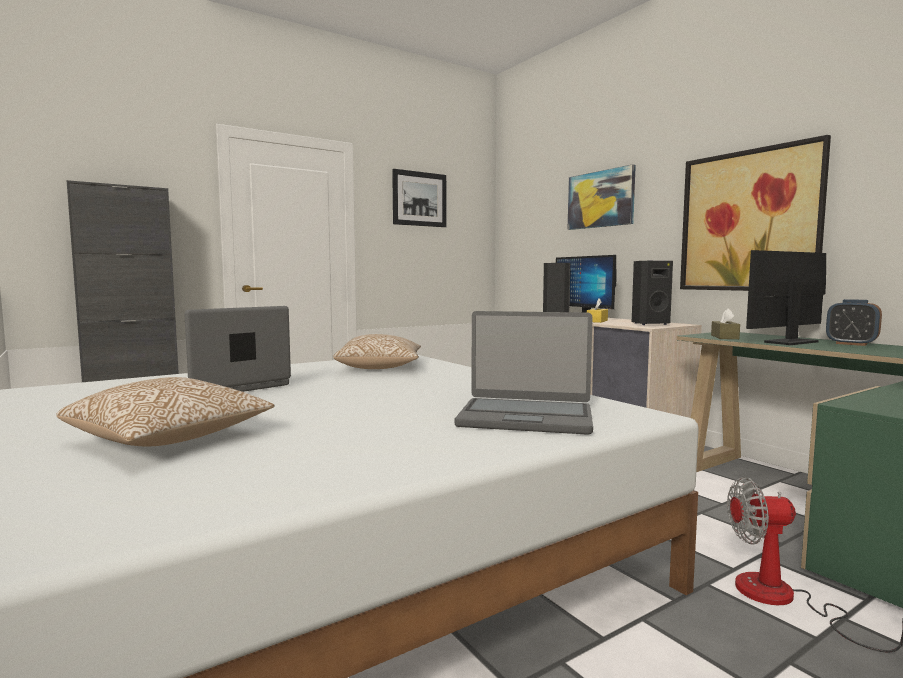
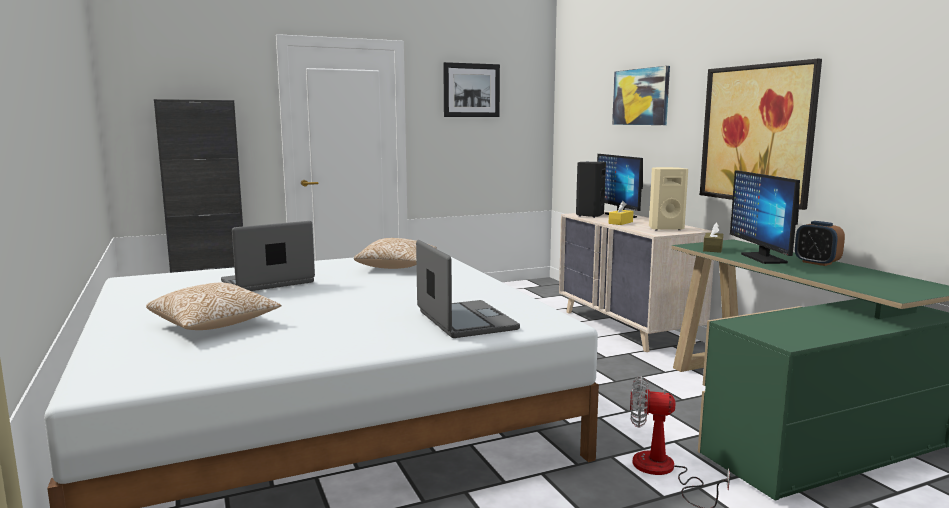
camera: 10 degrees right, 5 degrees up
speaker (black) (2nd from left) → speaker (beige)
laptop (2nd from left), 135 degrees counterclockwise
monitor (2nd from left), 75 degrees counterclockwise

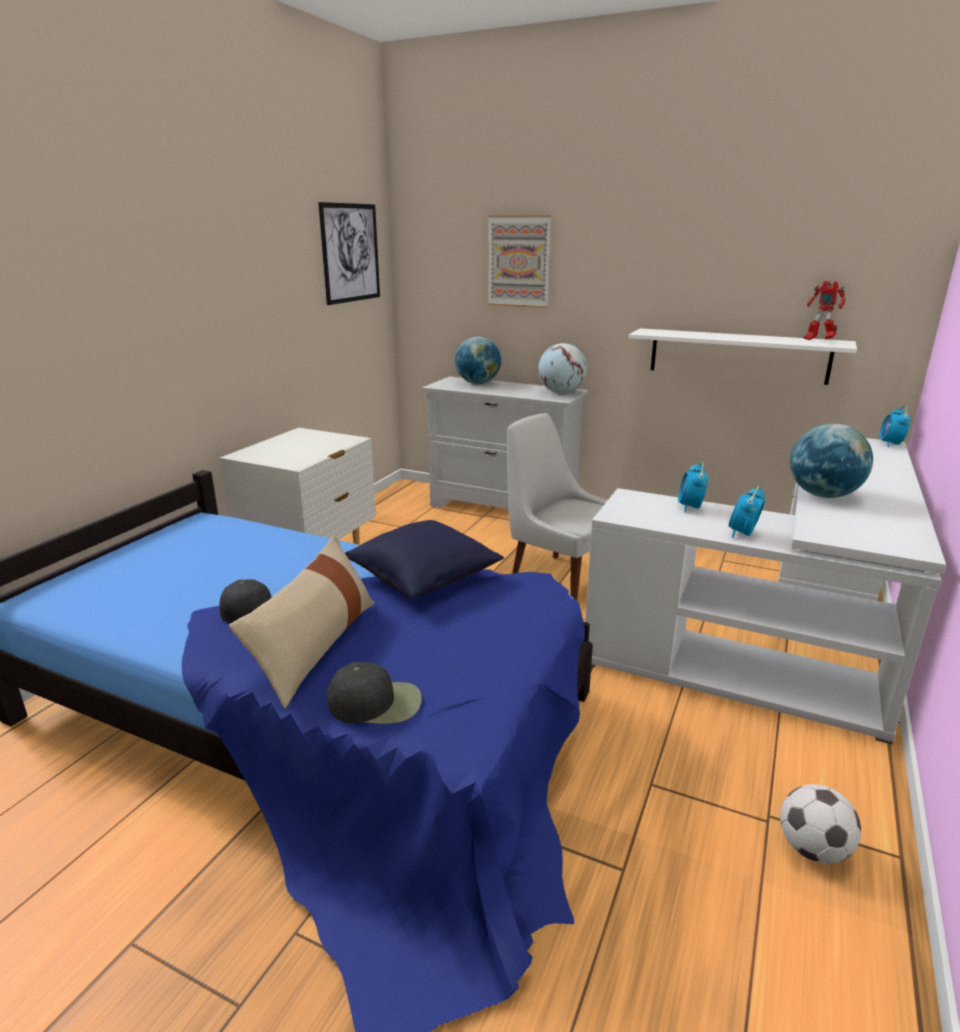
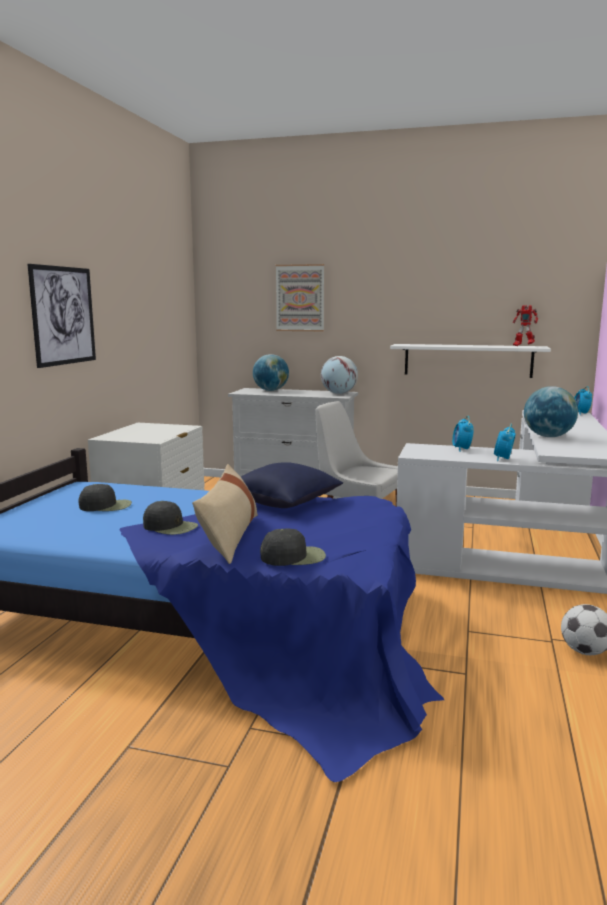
camera: 10 degrees left, 10 degrees down
- → cap (black) (1st from left)
picture (1st from left), move

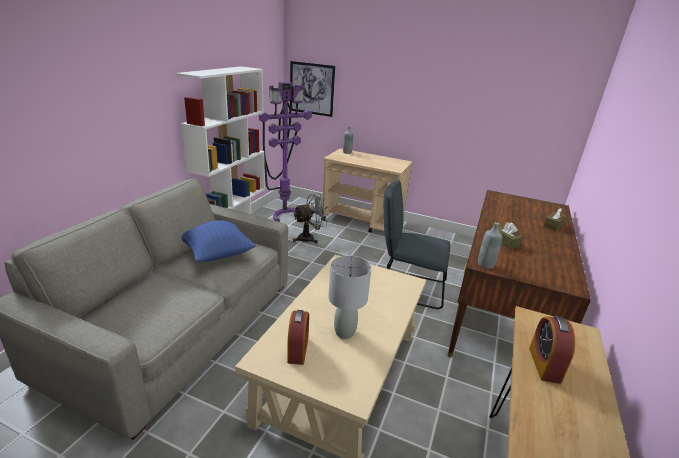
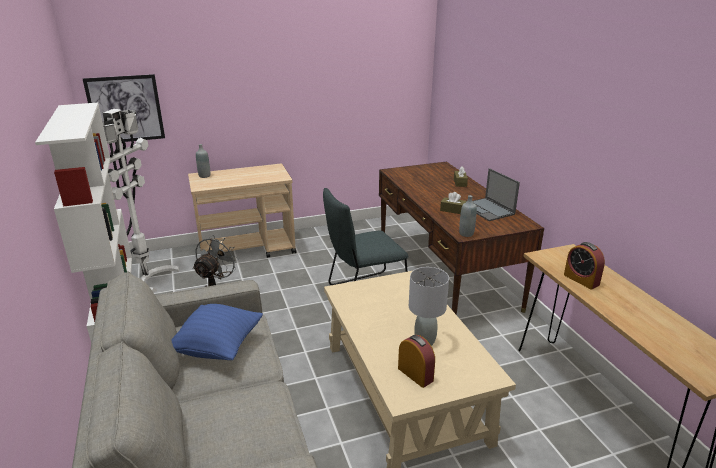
camera: 40 degrees left, 0 degrees up
- → laptop
floor lamp (purple) → floor lamp (white)

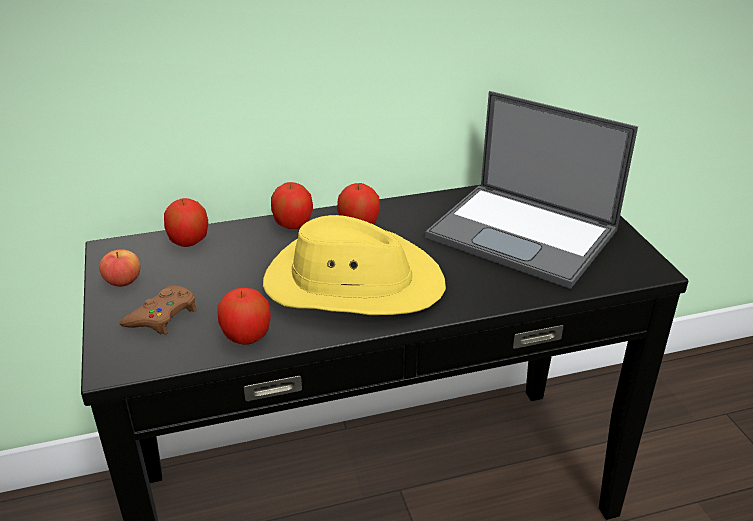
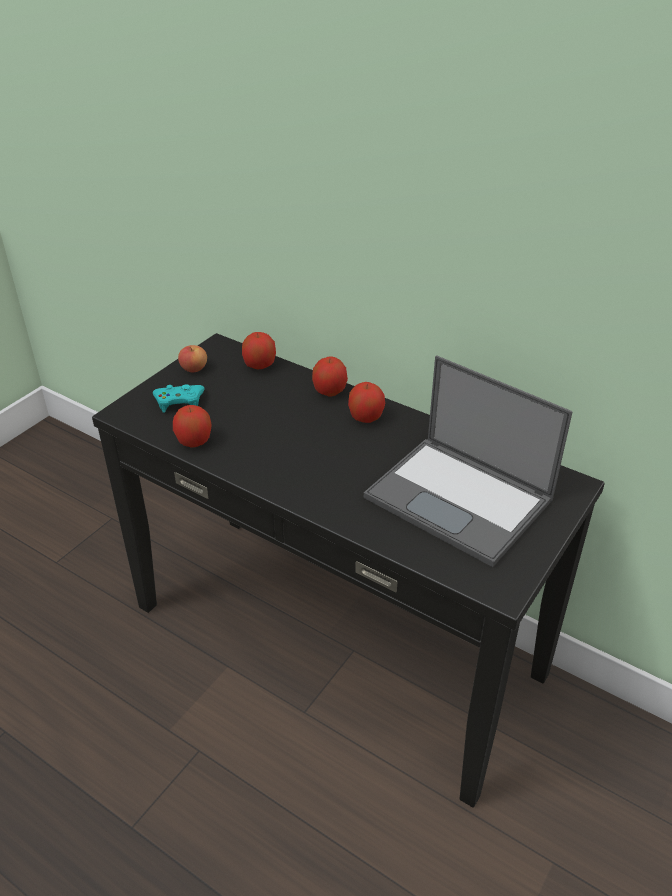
camera: 50 degrees right, 5 degrees up
hat (yellow) → -
game controller (brown) → game controller (turquoise)
laptop, 45 degrees counterclockwise

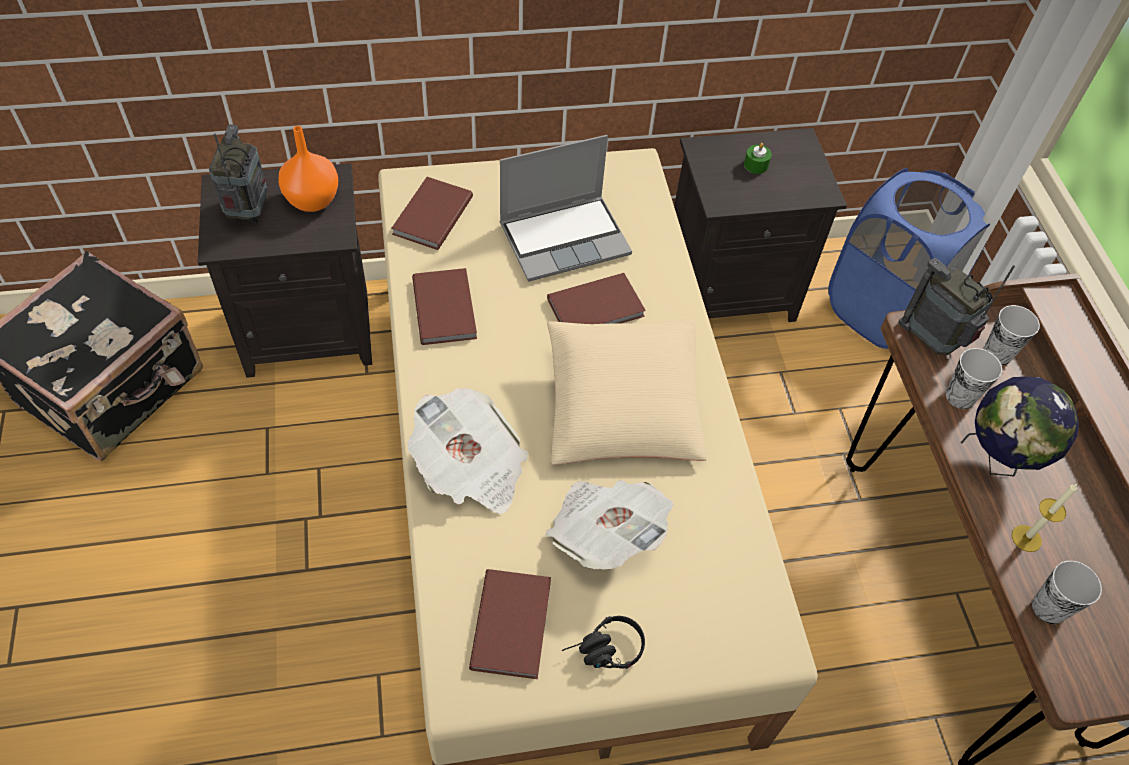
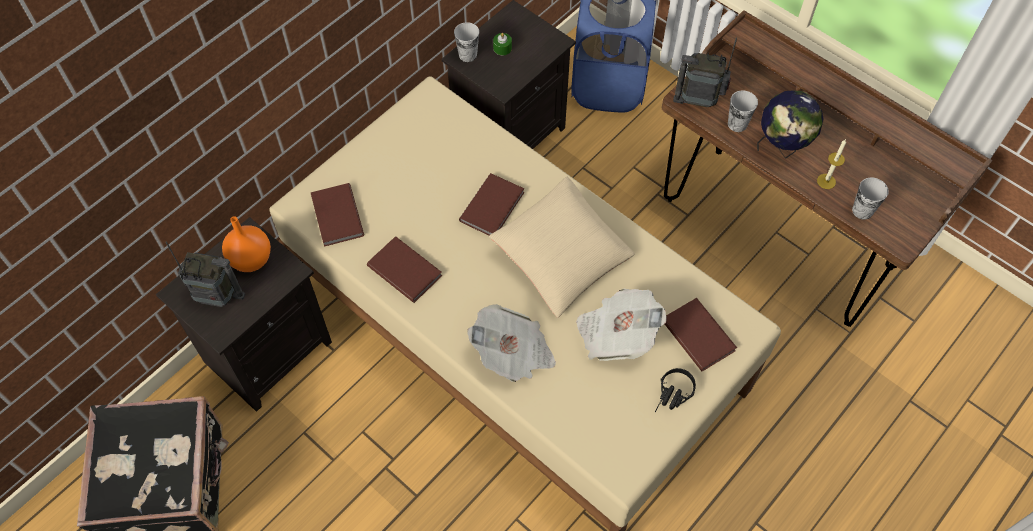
camera: 35 degrees left, 5 degrees up
laptop → -
book (brown) (3rd from left in the first image) → book (brown) (4th from left), move
cup (2nd from left in the first image) → cup (1st from left), move
radio (1st from left), 135 degrees clockwise

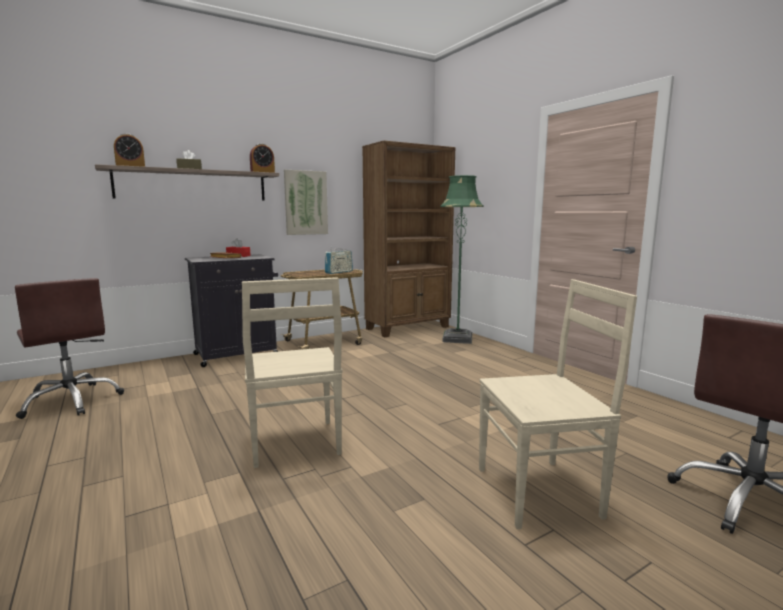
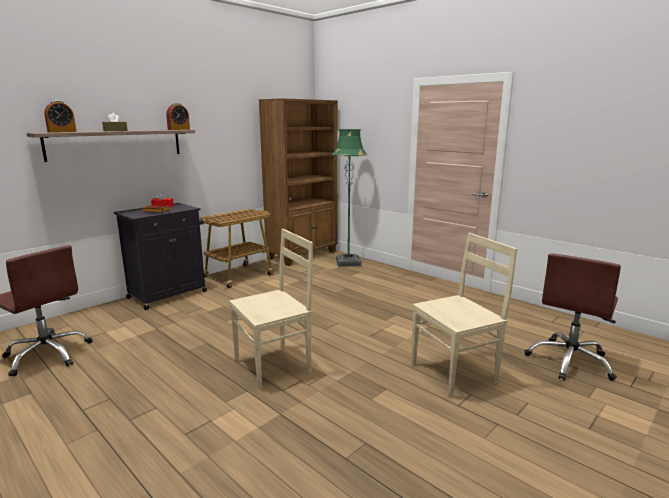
camera: 15 degrees left, 5 degrees up
picture → -
radio → -
chair (beige) (1st from left), 90 degrees counterclockwise

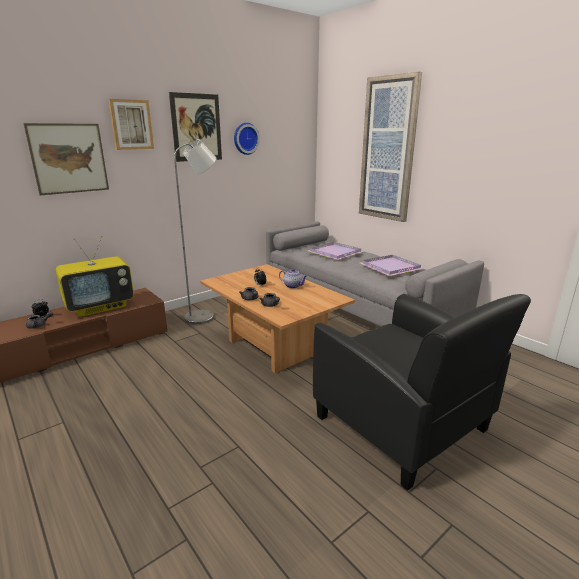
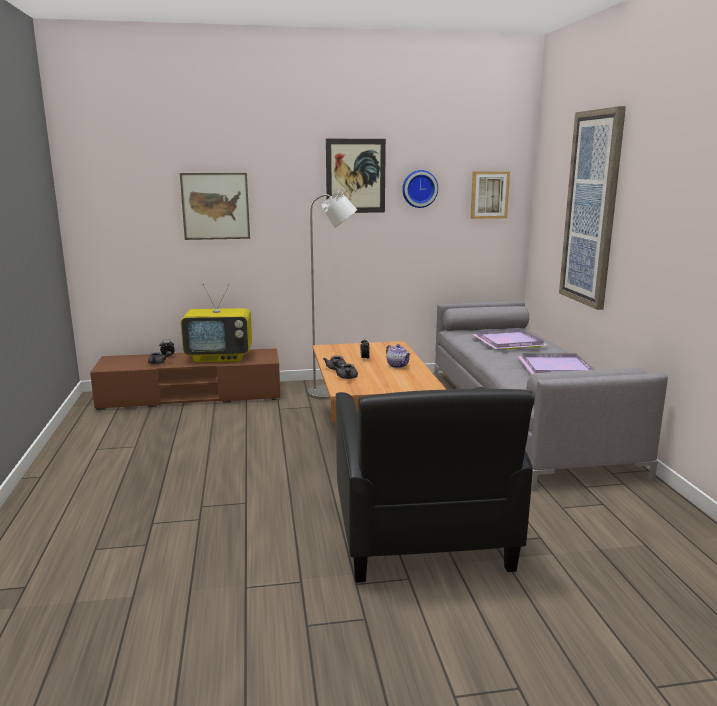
camera: 30 degrees right, 5 degrees down
picture (2nd from left in the first image) → picture (3rd from left), move

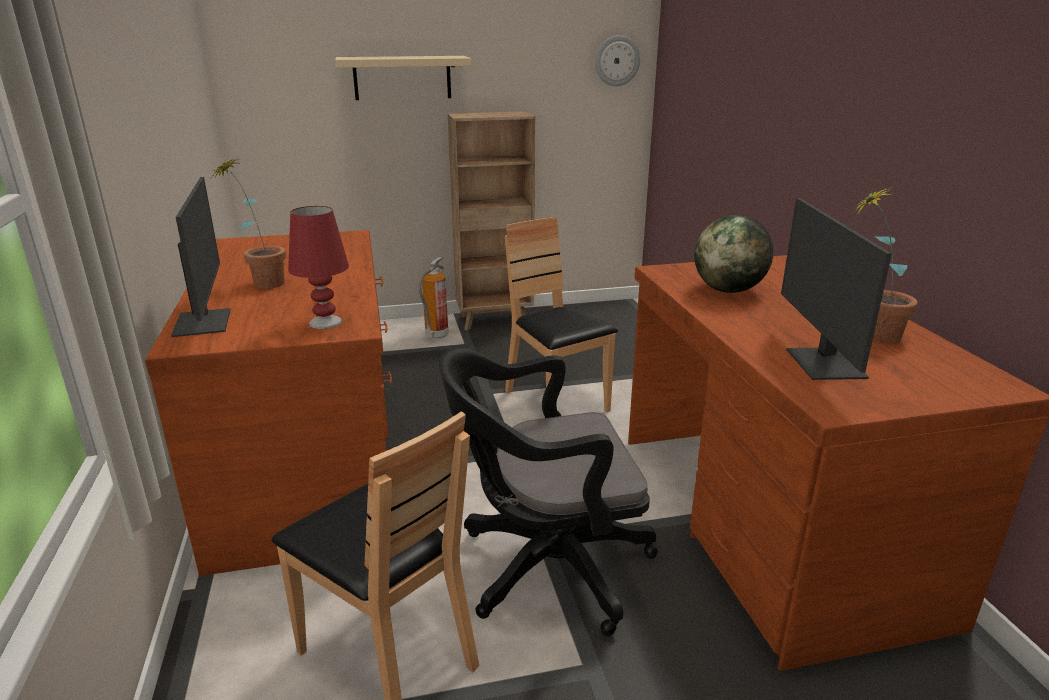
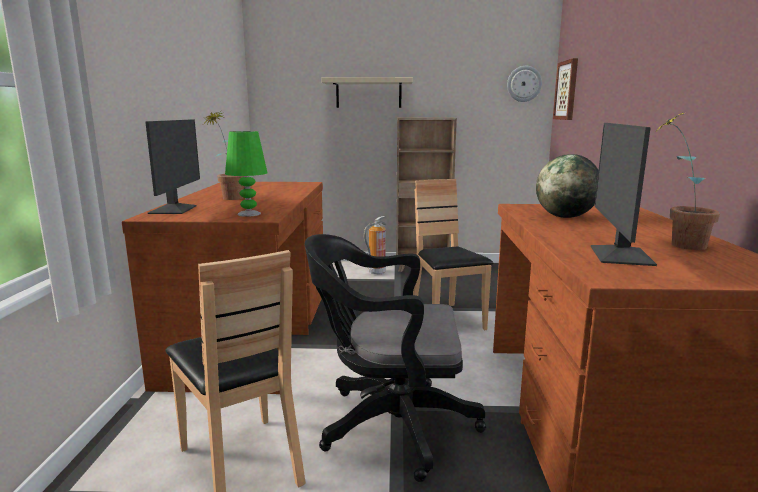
camera: 15 degrees right, 10 degrees down
- → picture
table lamp (red) → table lamp (green)

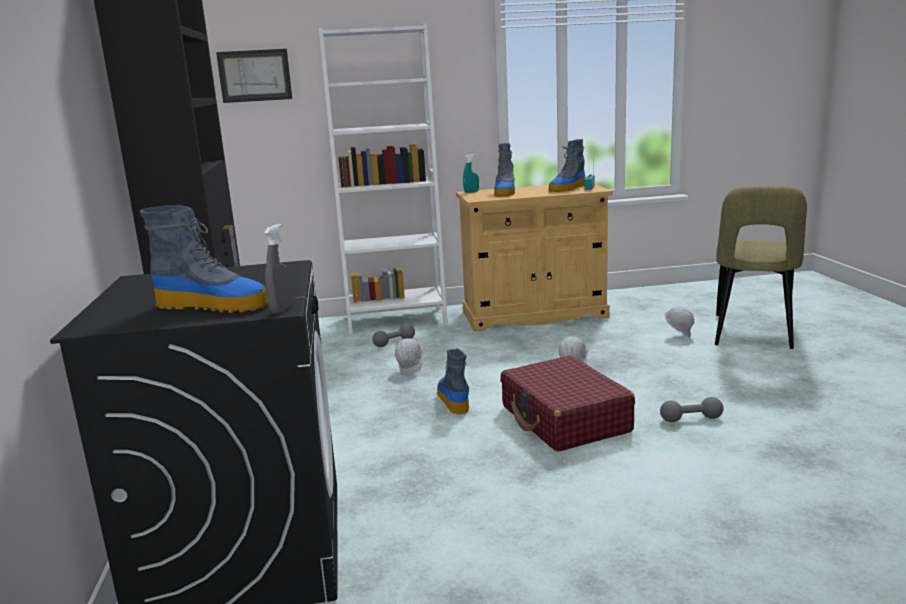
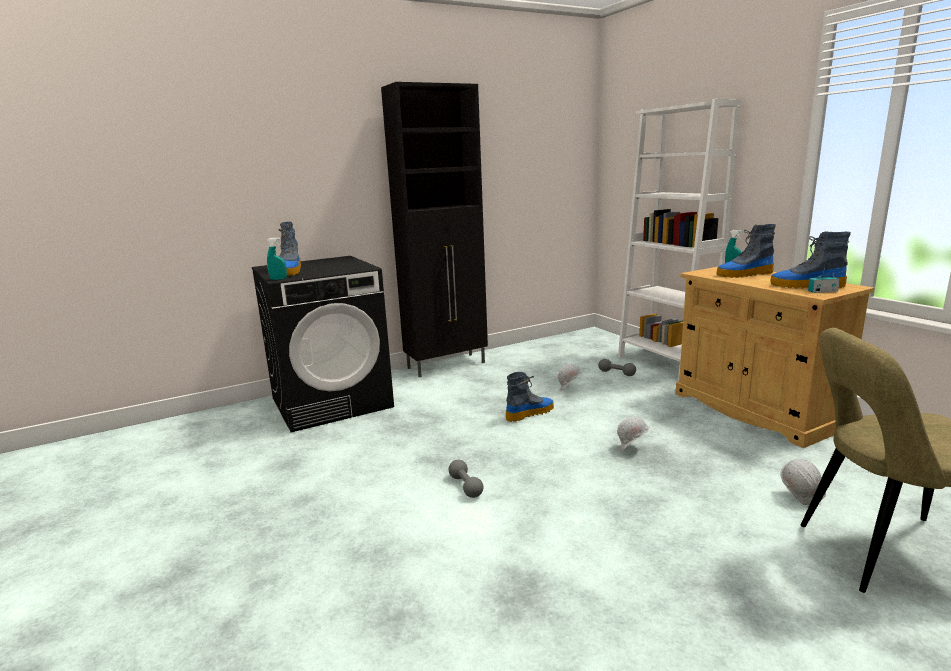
camera: 70 degrees right, 0 degrees up
picture → -
suitcase (red) → -
dumbbell (grey) (2nd from left in the first image) → dumbbell (grey) (1st from left), move
spray bottle (grey) → spray bottle (turquoise) (1st from left)

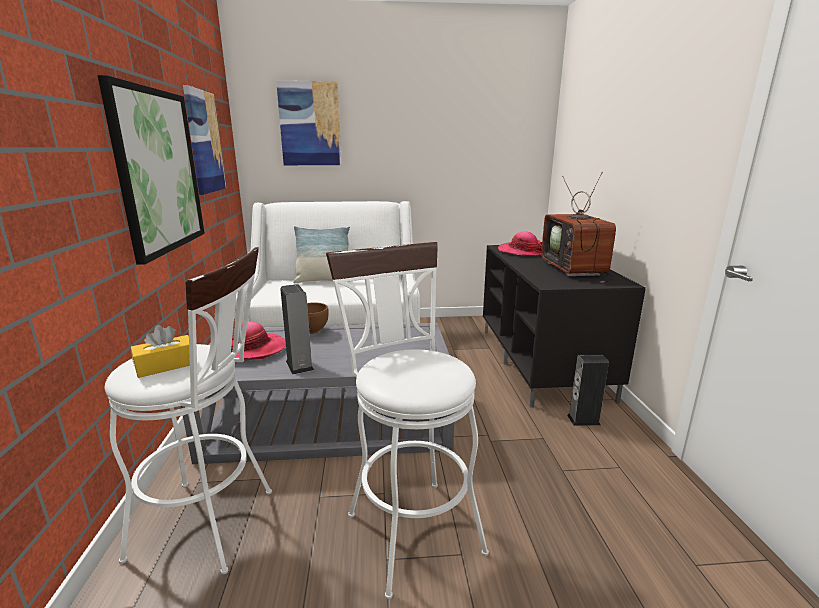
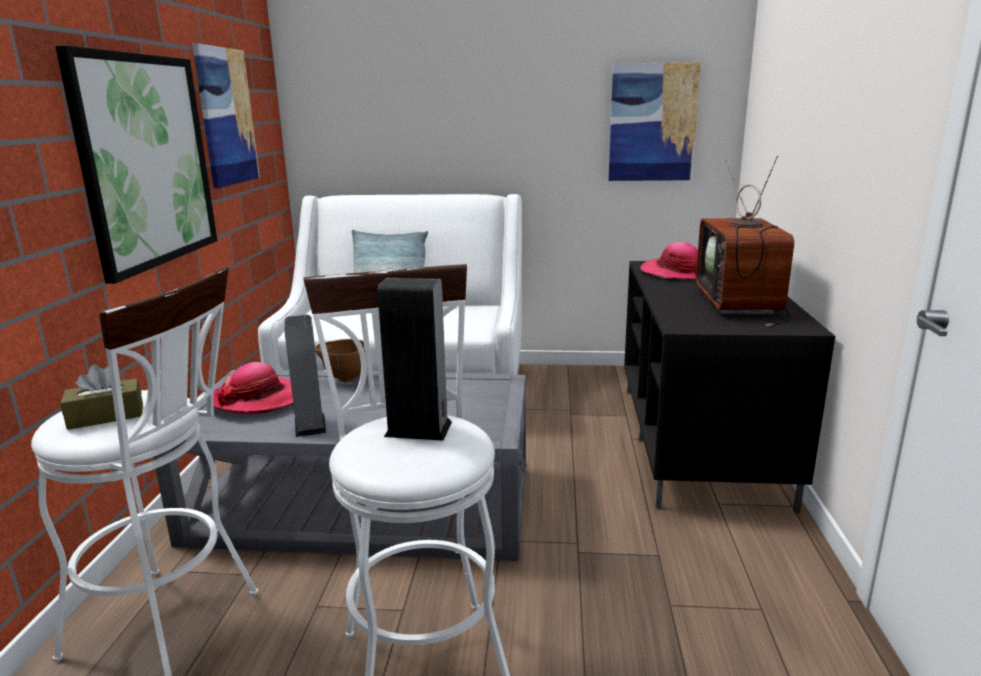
camera: 10 degrees right, 0 degrees up
picture (3rd from left), move
speaker (2nd from left), move
tissue box (yellow) → tissue box (brown)

